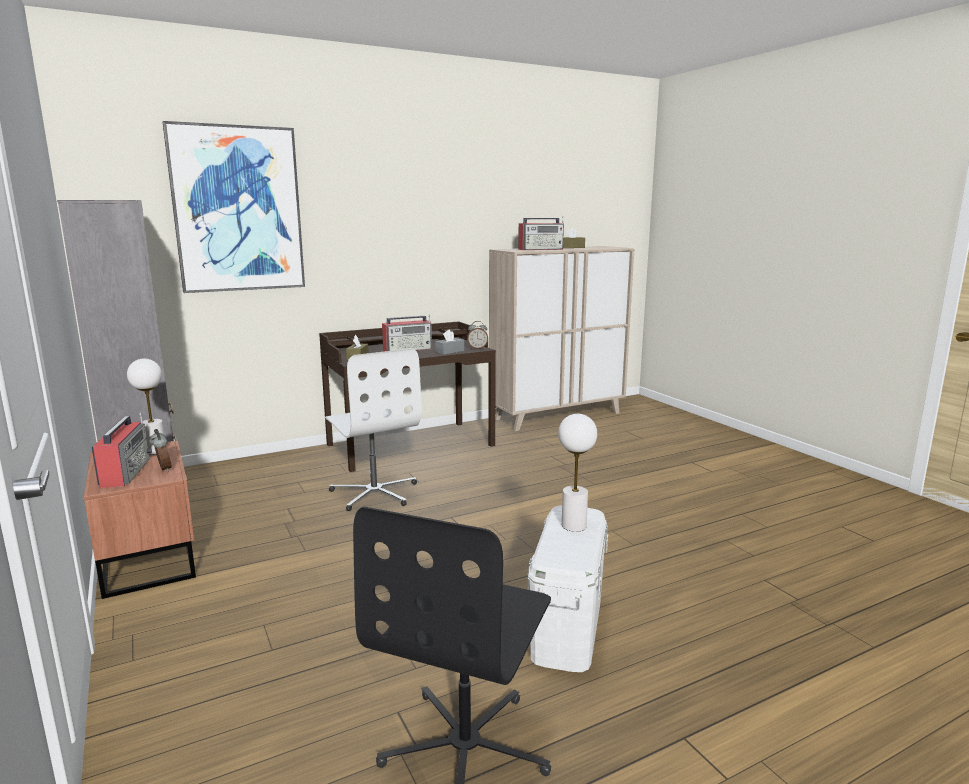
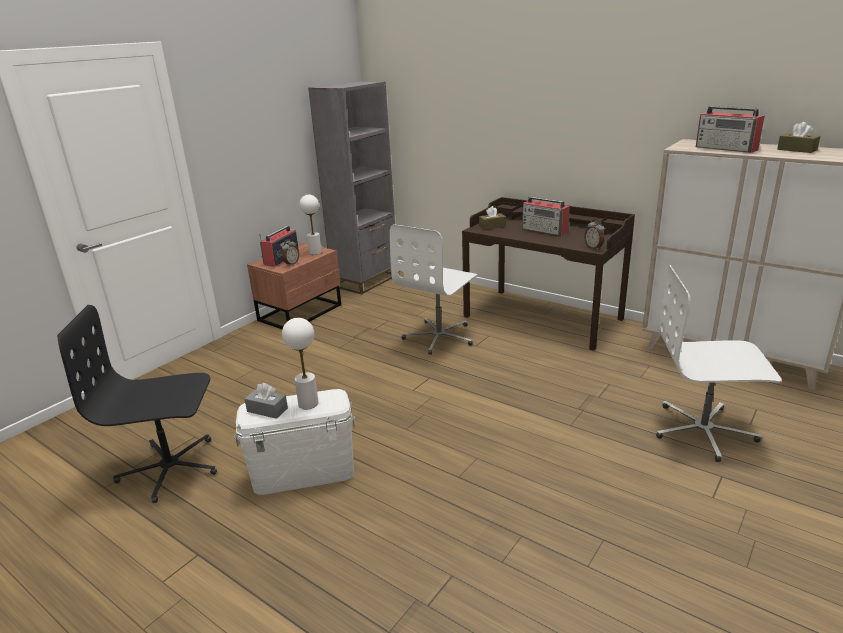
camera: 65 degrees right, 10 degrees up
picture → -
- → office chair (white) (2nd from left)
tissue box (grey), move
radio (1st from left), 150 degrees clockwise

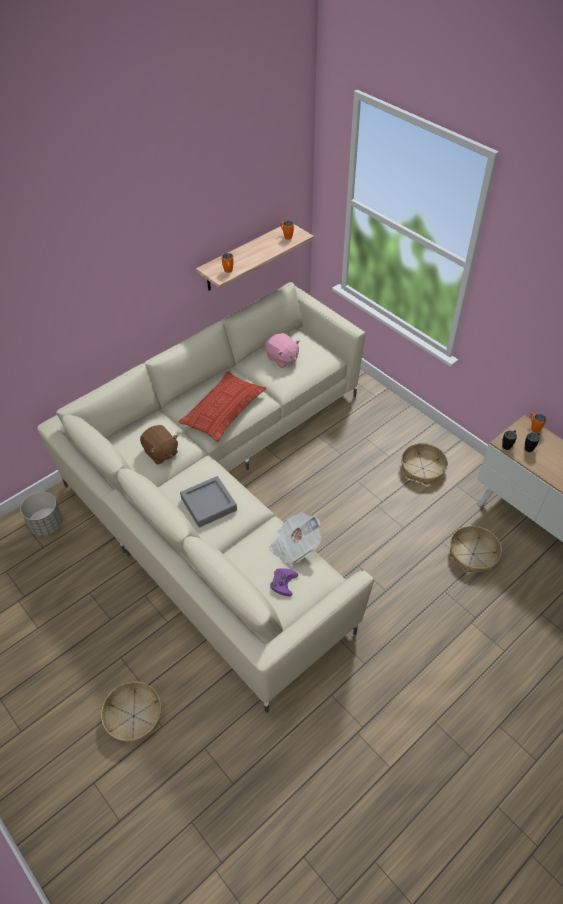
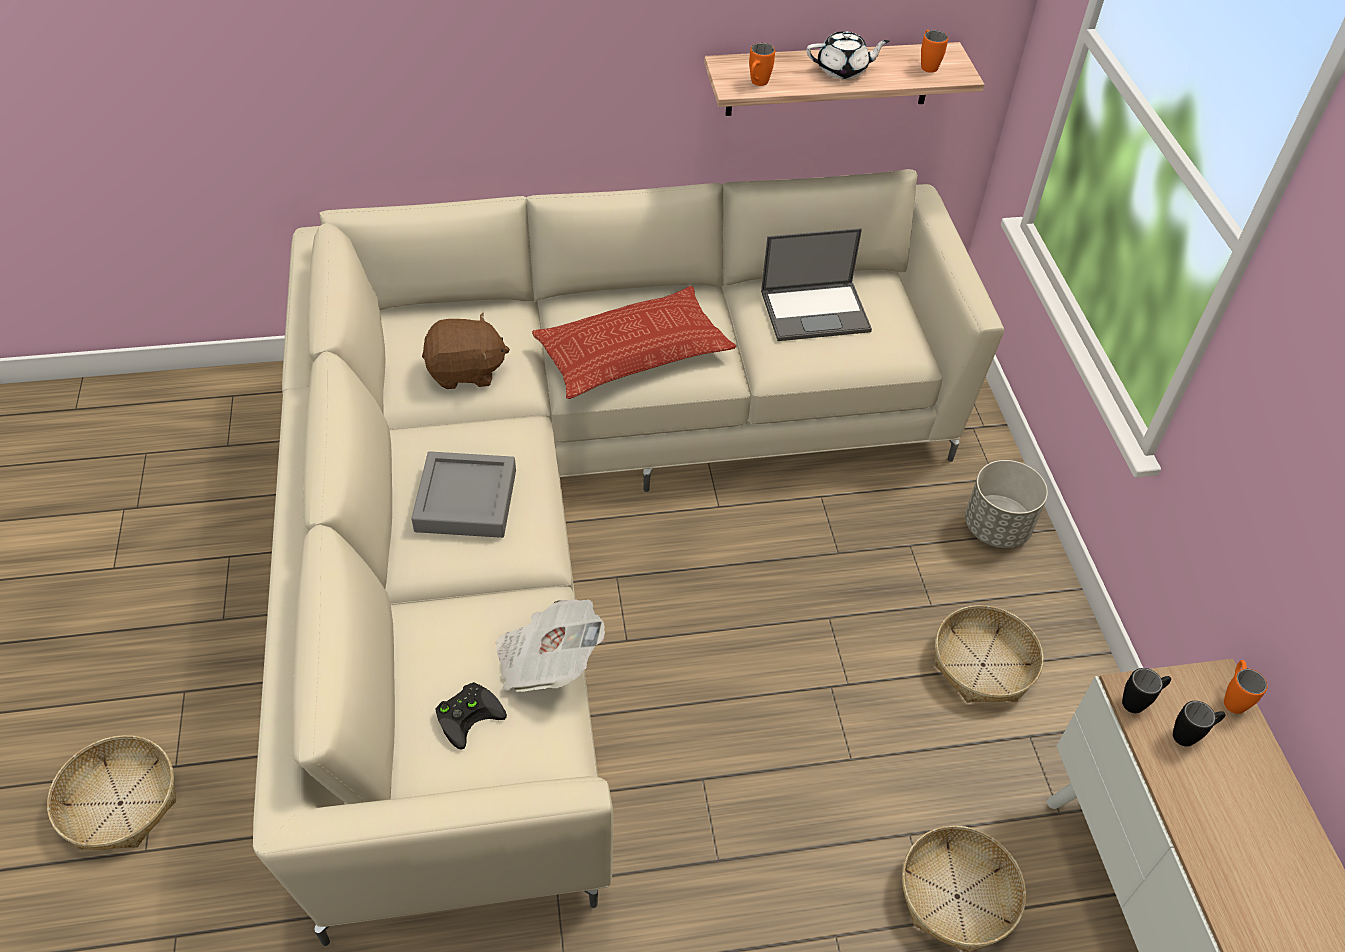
camera: 30 degrees right, 0 degrees up
- → teapot (white)
planter (grey), move
plush toy (pink) → laptop
game controller (purple) → game controller (black)
plush toy (brown), 90 degrees counterclockwise

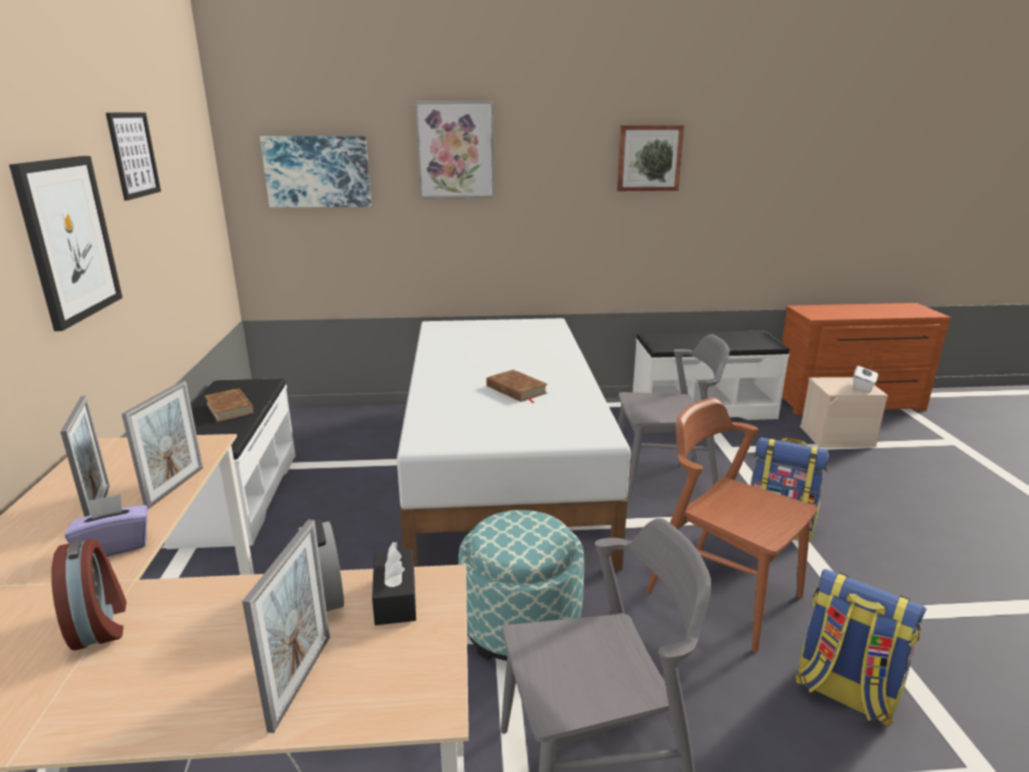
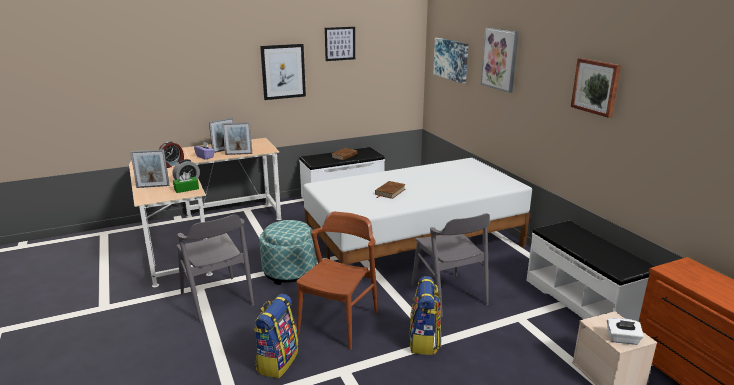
camera: 70 degrees right, 0 degrees up
tissue box (black) → tissue box (green)

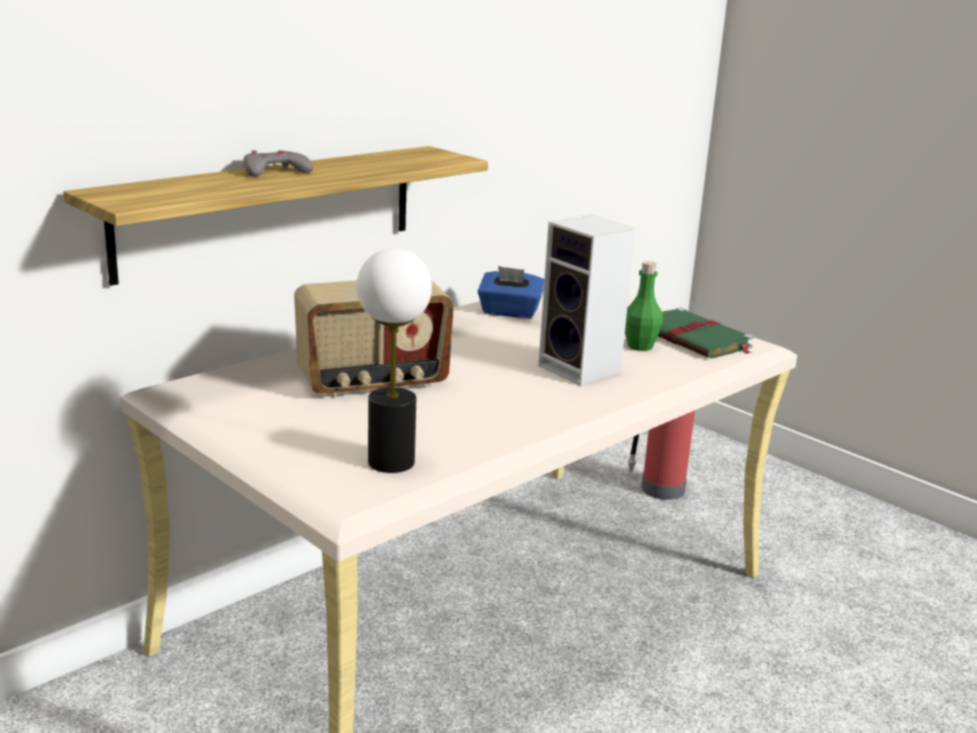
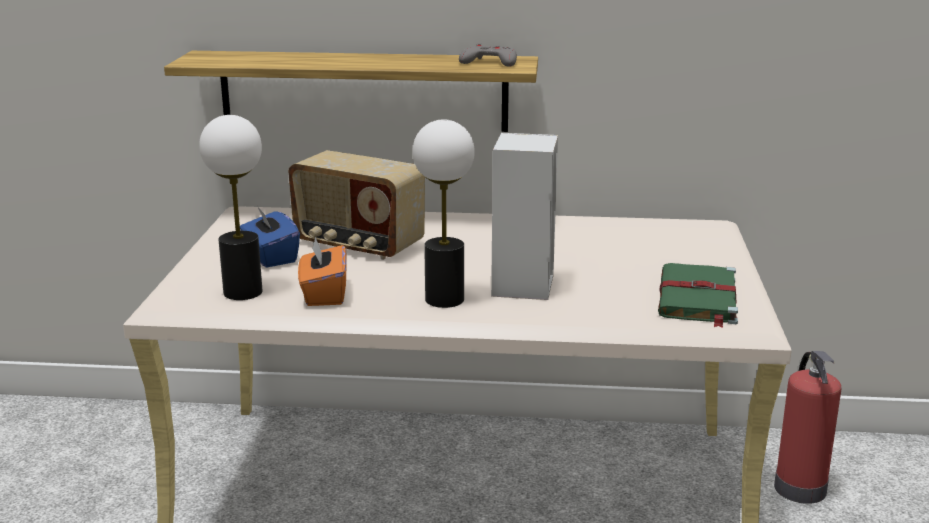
camera: 50 degrees right, 0 degrees up
bottle (green) → -
- → tissue box (orange)
- → table lamp (2nd from left)
game controller (grey), move
tissue box (blue), move

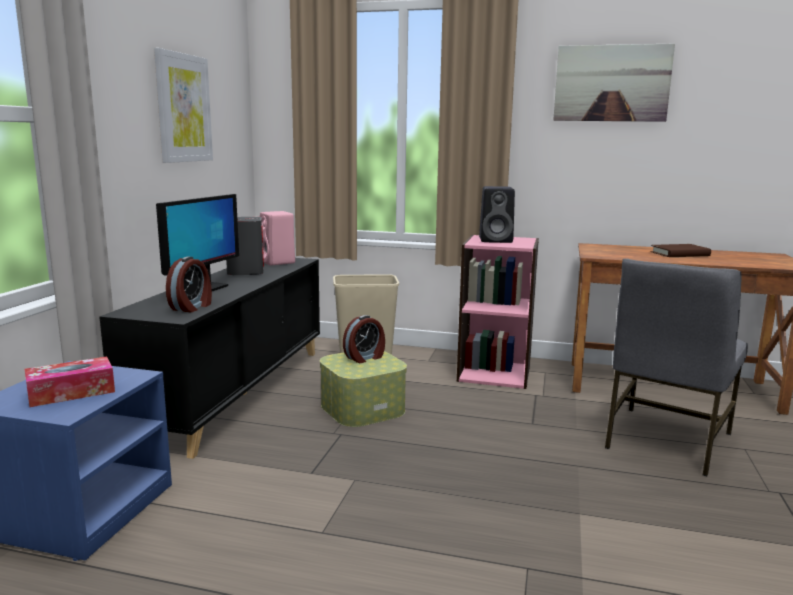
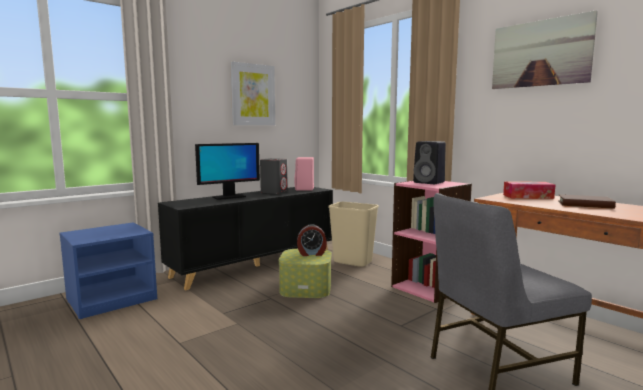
camera: 35 degrees right, 5 degrees down
alarm clock (1st from left) → -
tissue box, move

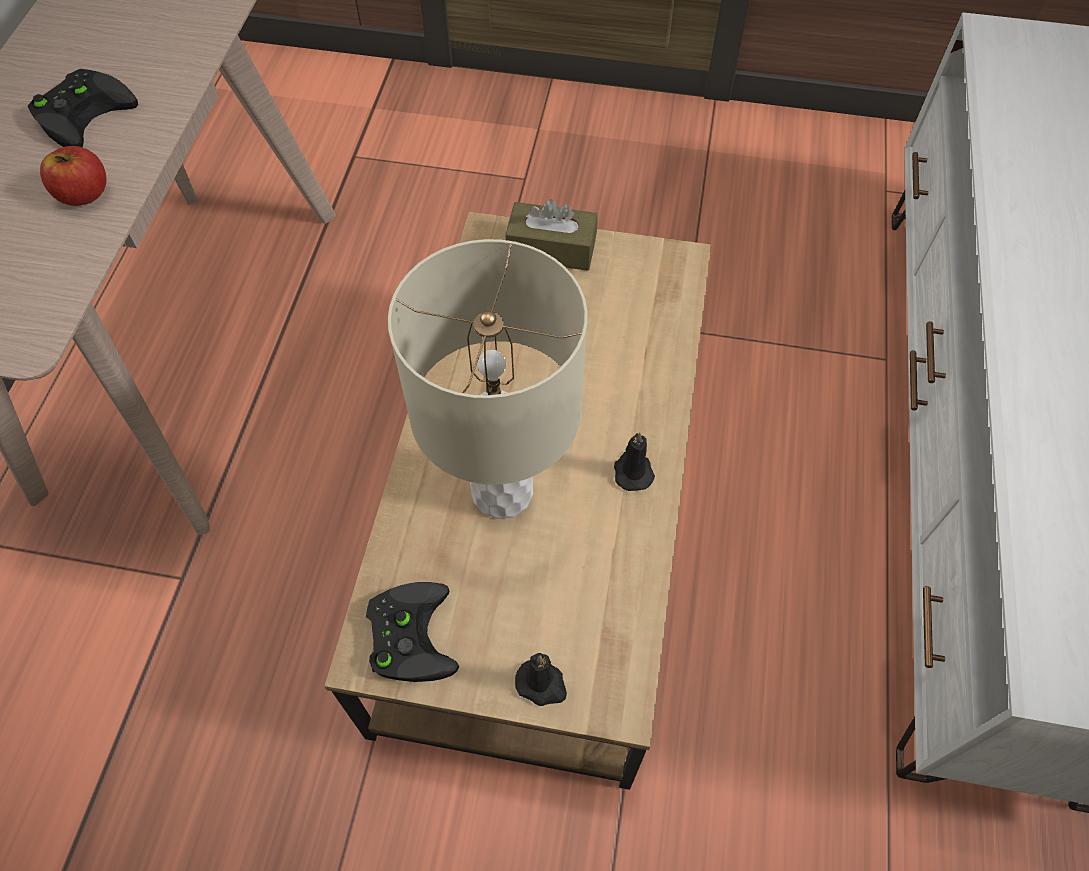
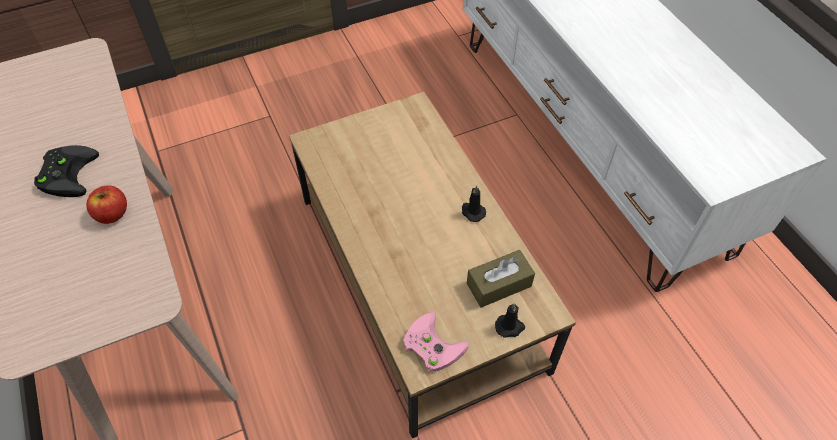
camera: 35 degrees left, 5 degrees down
table lamp (beige) → -
tissue box (brown), move
game controller (black) (2nd from left) → game controller (pink)

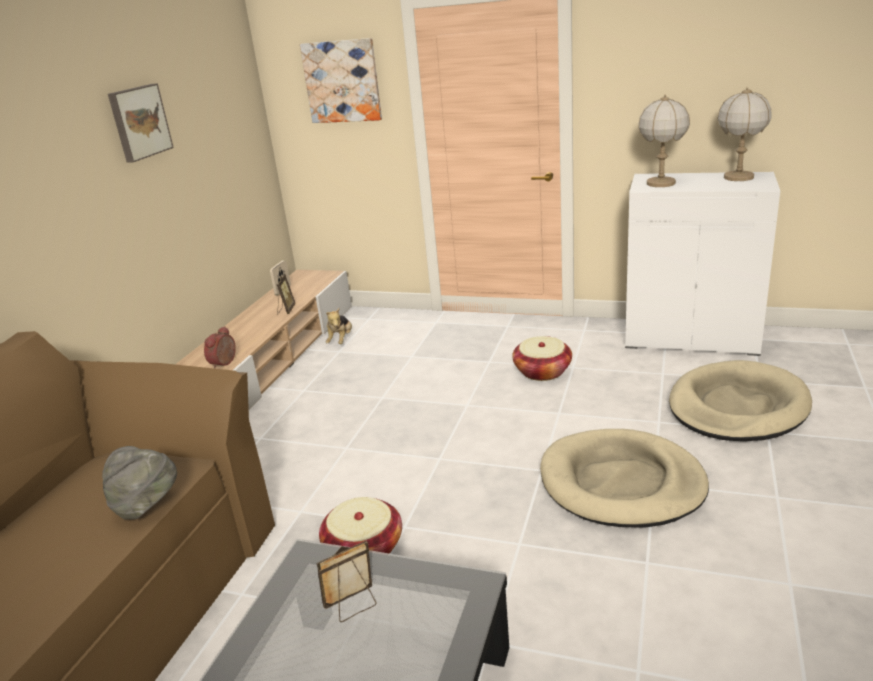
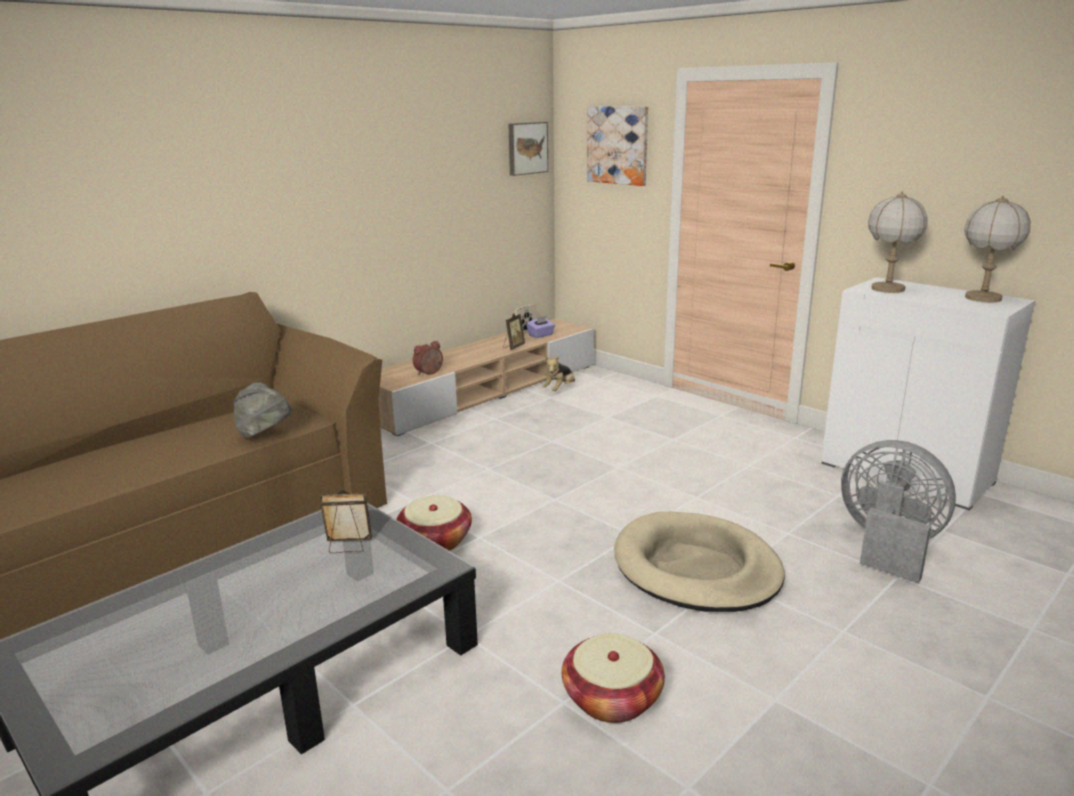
camera: 25 degrees right, 5 degrees down
- → tissue box (purple)
picture (1st from left), move
basket (2nd from left), move
dog bed (beige) (2nd from left) → fan (grey)

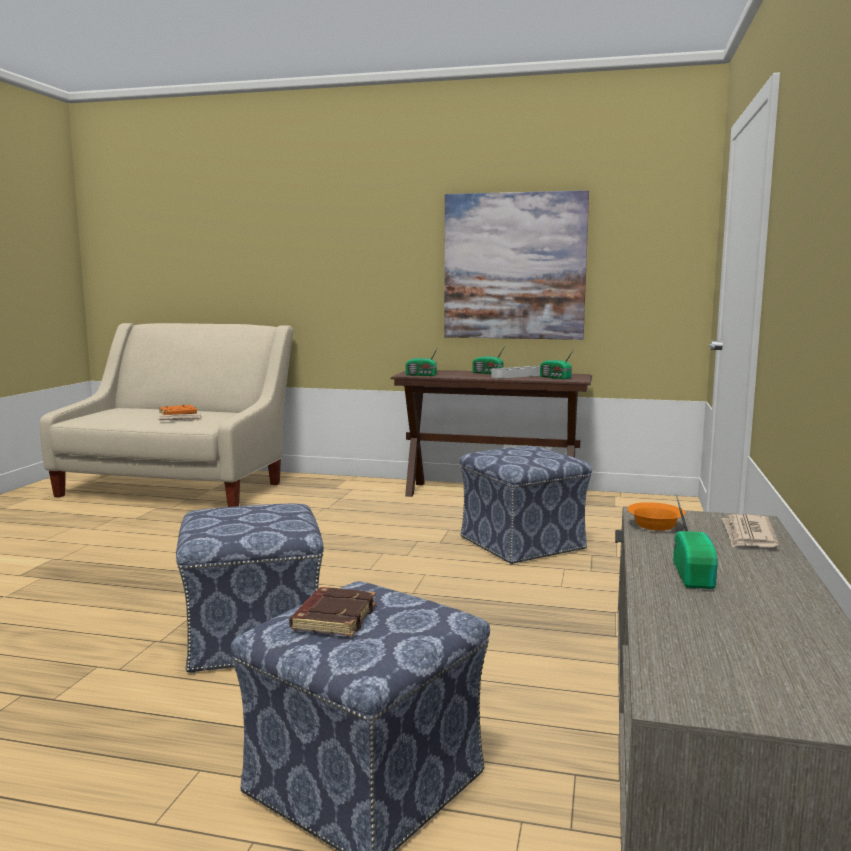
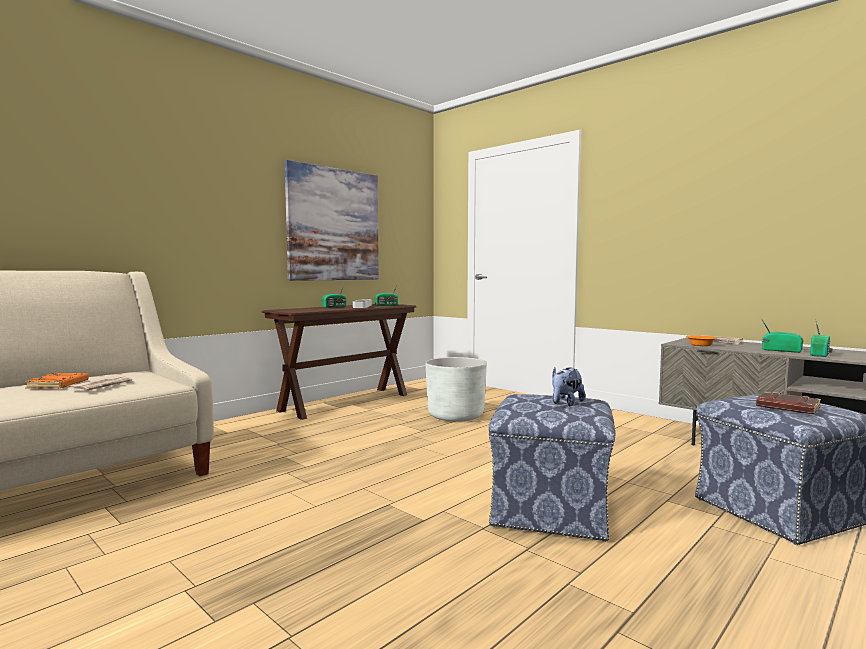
camera: 60 degrees left, 5 degrees down
- → plush toy
radio (1st from left in the first image) → radio (4th from left), move
ottoman (3rd from left) → planter (white)

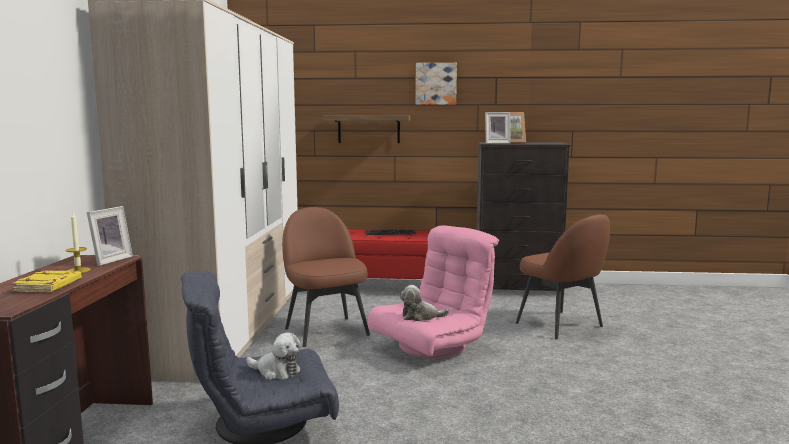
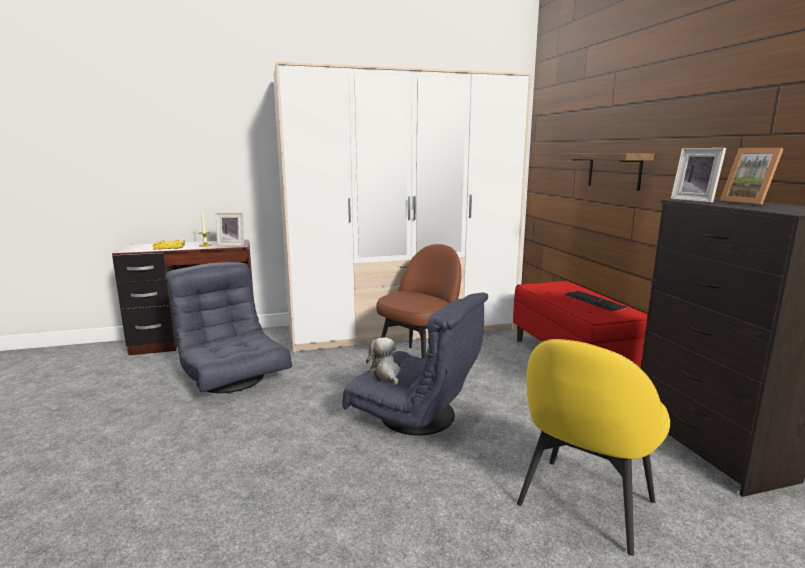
camera: 70 degrees right, 5 degrees up
plush toy (1st from left) → -
picture → -
armchair (pink) → armchair (grey) (2nd from left)
chair (brown) (2nd from left) → chair (yellow)

